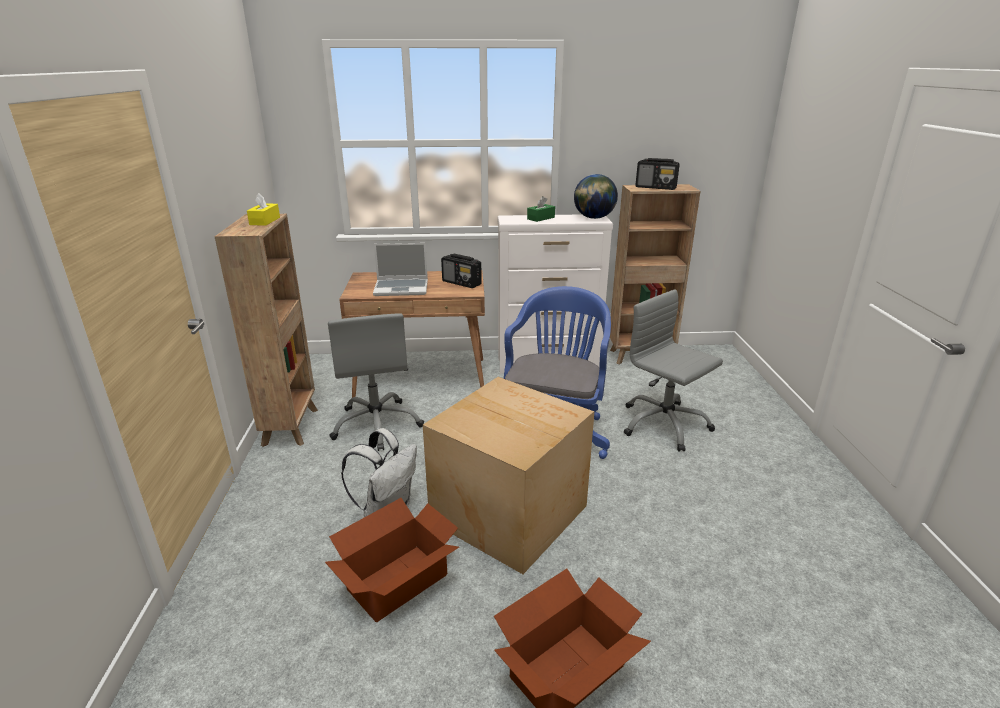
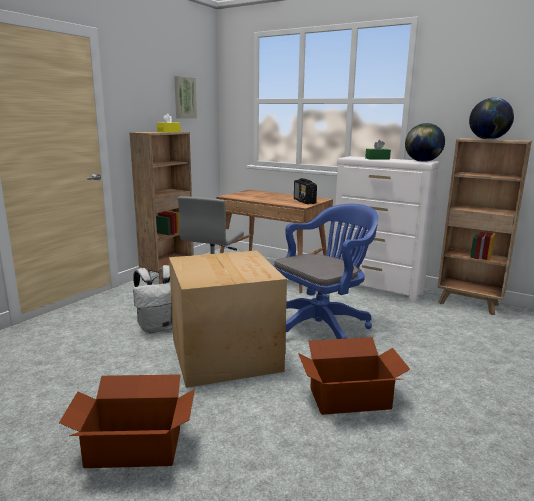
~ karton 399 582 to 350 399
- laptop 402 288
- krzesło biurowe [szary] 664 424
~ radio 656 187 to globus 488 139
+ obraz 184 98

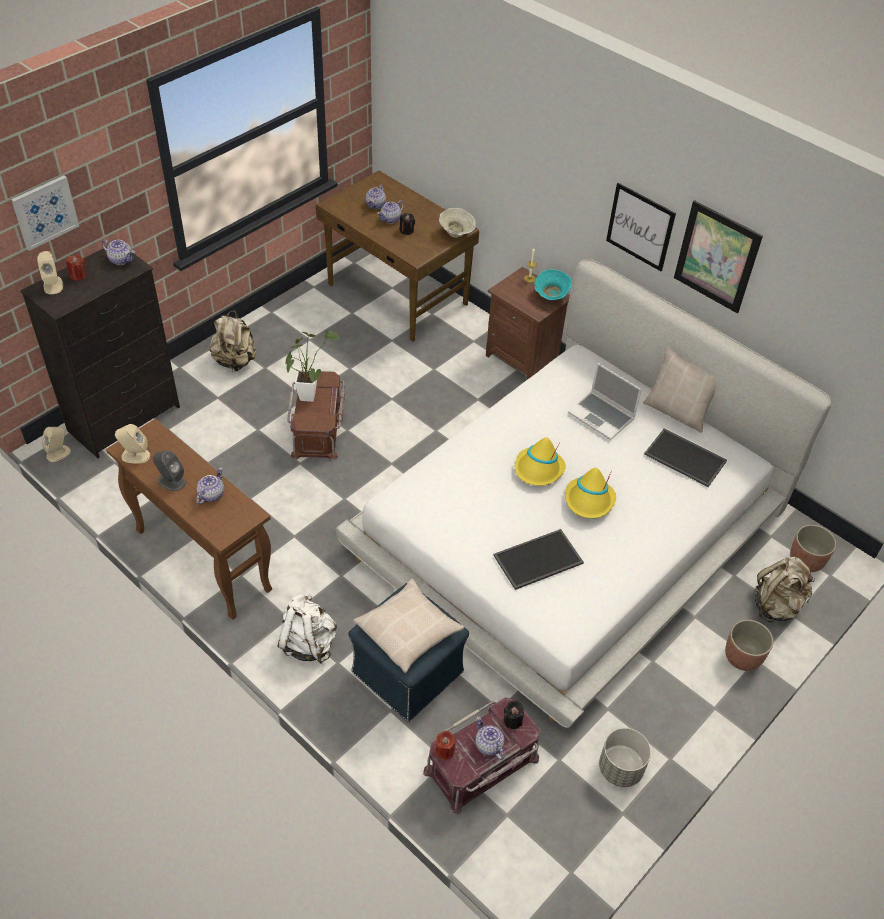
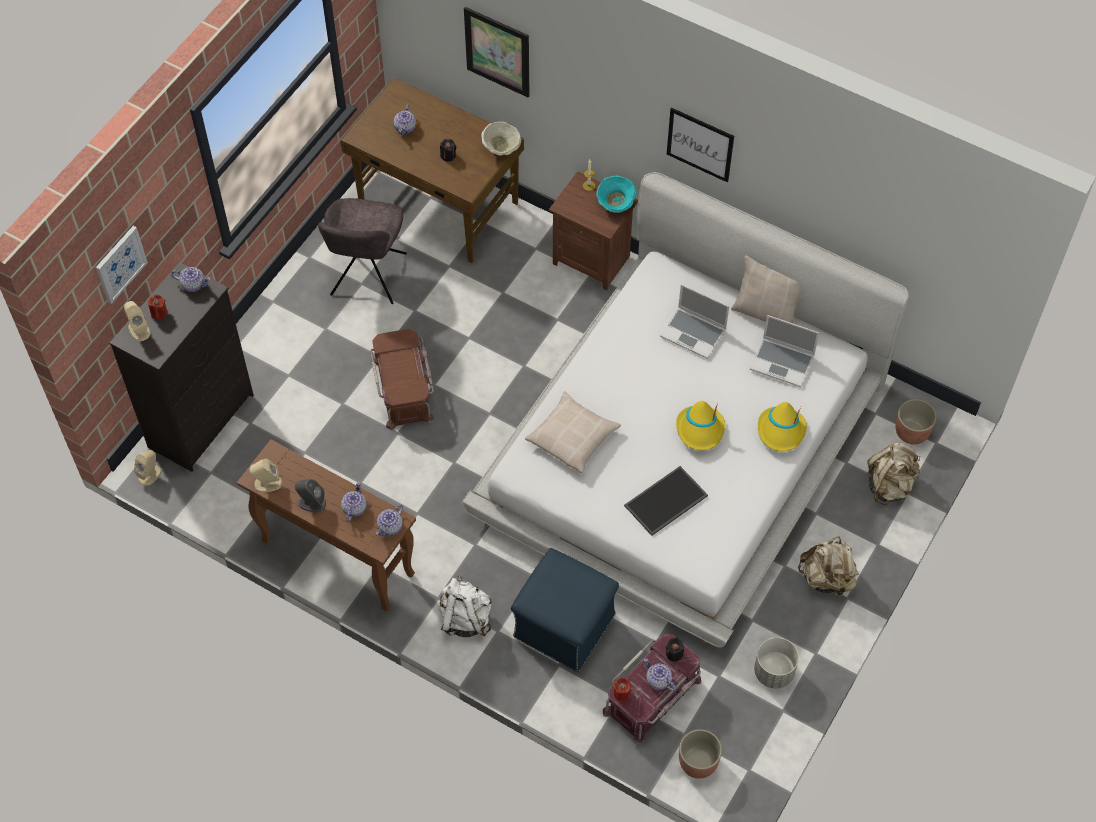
~ plecak [beżowy] 235 361 to 827 578
- roślina doniczkowa 308 393
~ poduszka [beżowy] 408 630 to 572 437
~ imbryk 390 219 to 390 527
~ kapelusz [żółty] 538 469 to 781 431
~ taca 686 457 to laptop 783 362
~ obraz 717 257 to 497 51
~ donica 742 657 to 698 762
+ krzesło [szary] 367 277

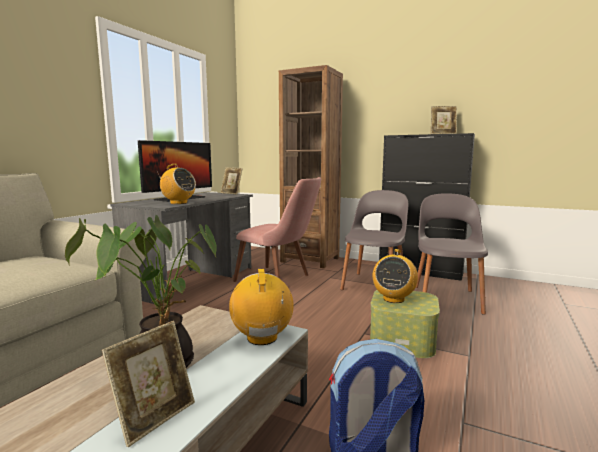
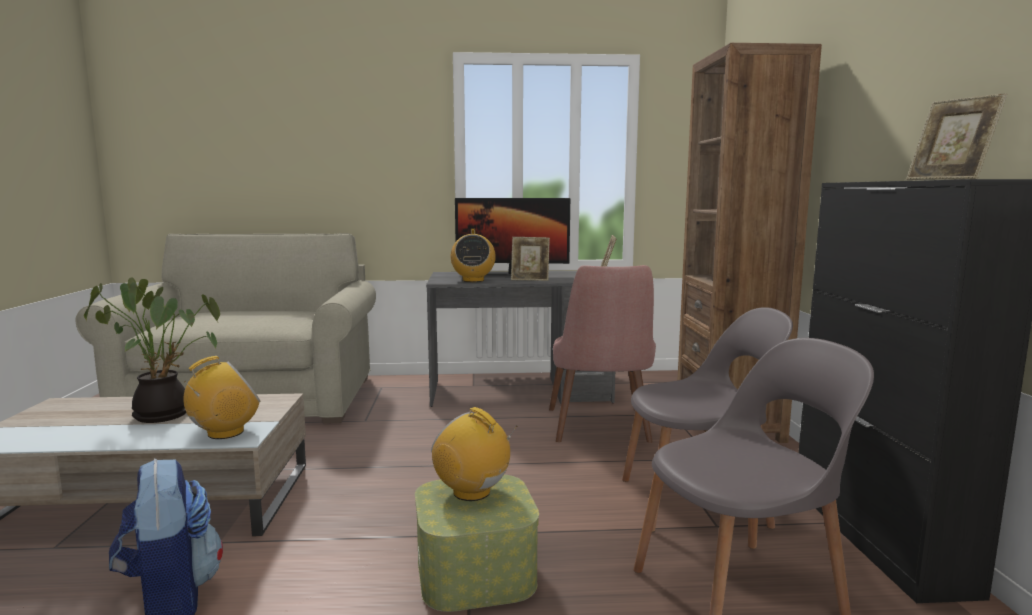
~ ramka na zdjęcie 155 417 to 530 279
~ radio 393 299 = 472 492 45 degrees clockwise

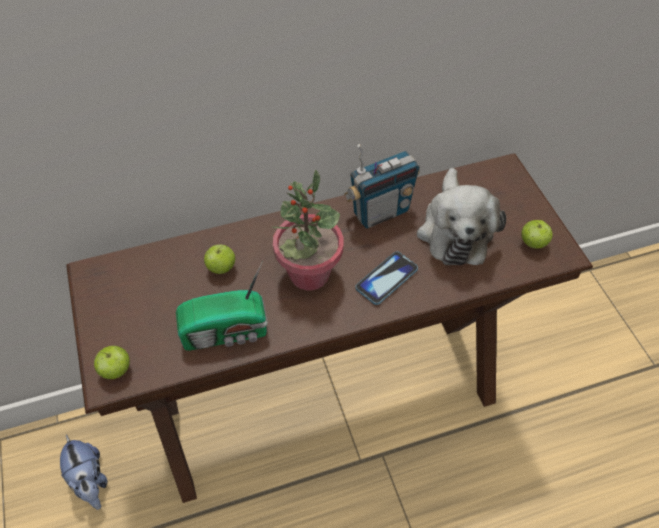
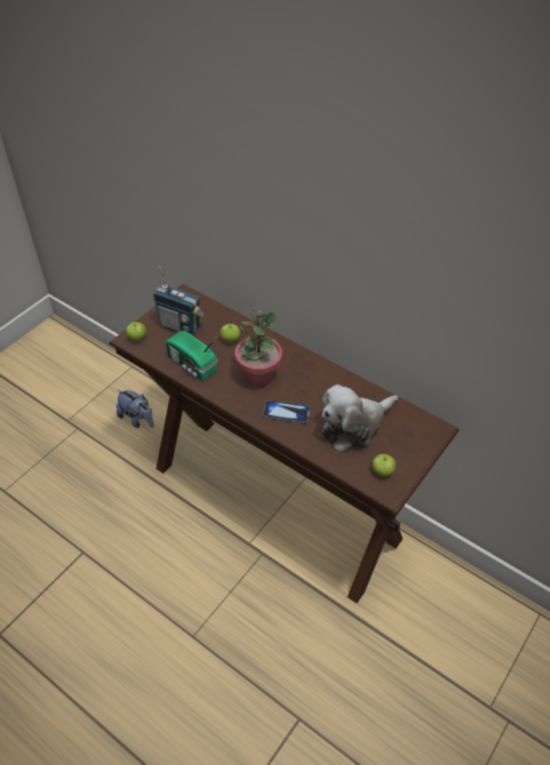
~ pluszak 90 481 = 137 419 75 degrees counterclockwise
~ radio 380 212 to 180 327

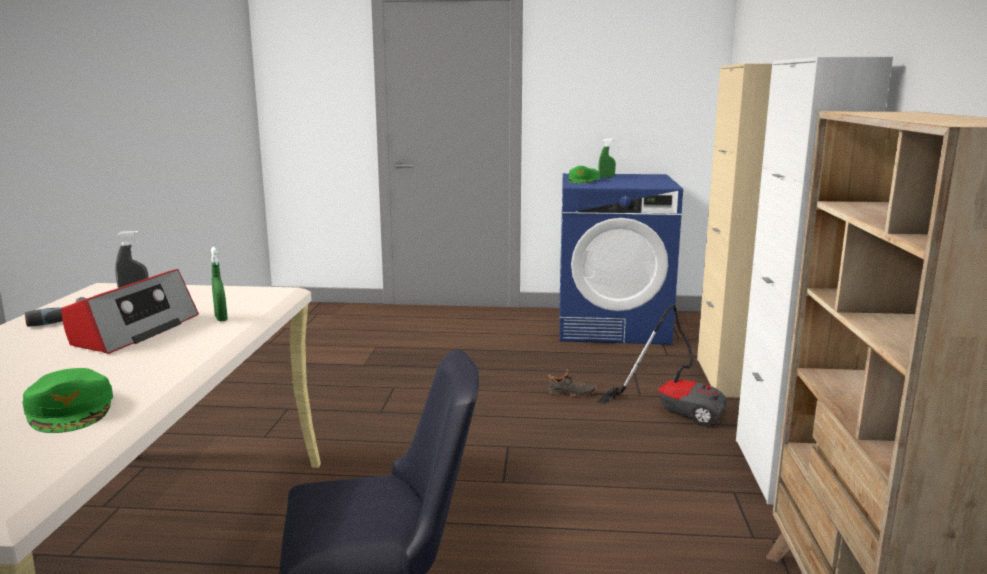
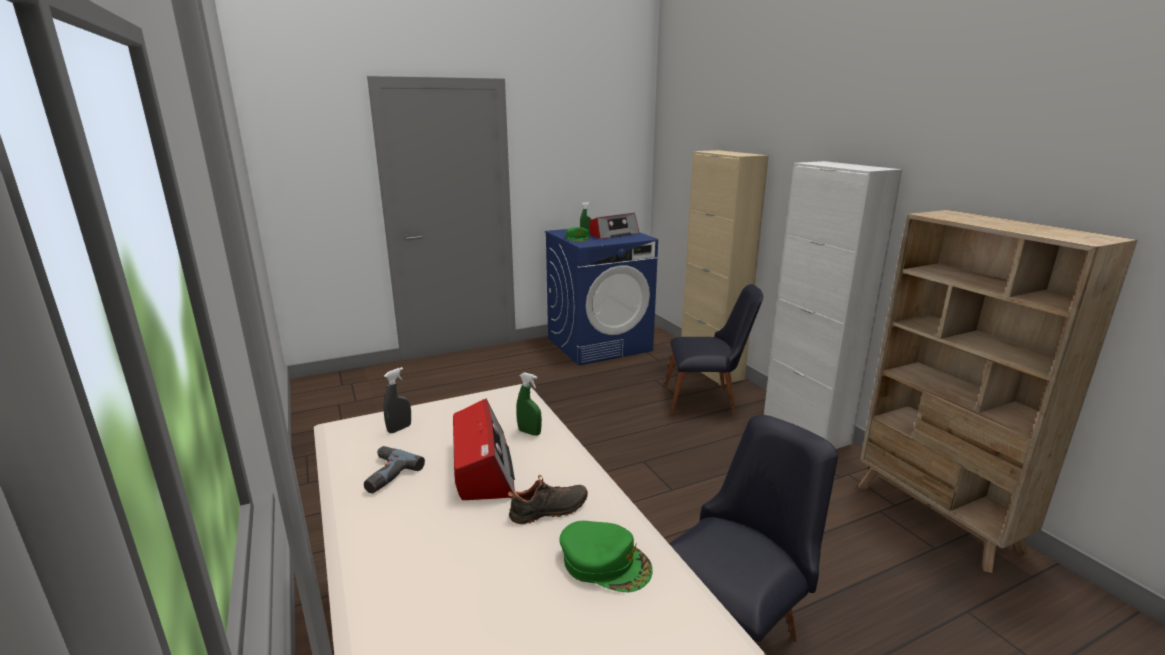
~ but [czarny] 571 394 to 549 511
~ odkurzacz 673 409 to krzesło [czarny] 707 401
+ radio 613 234

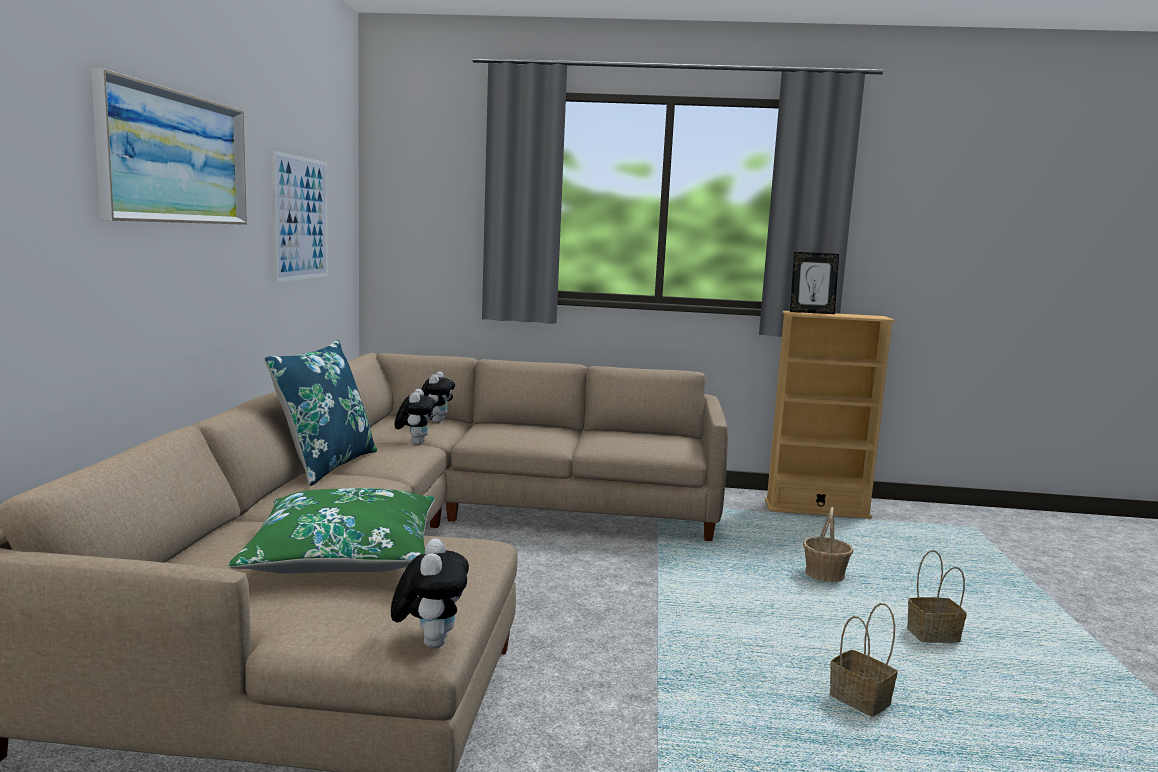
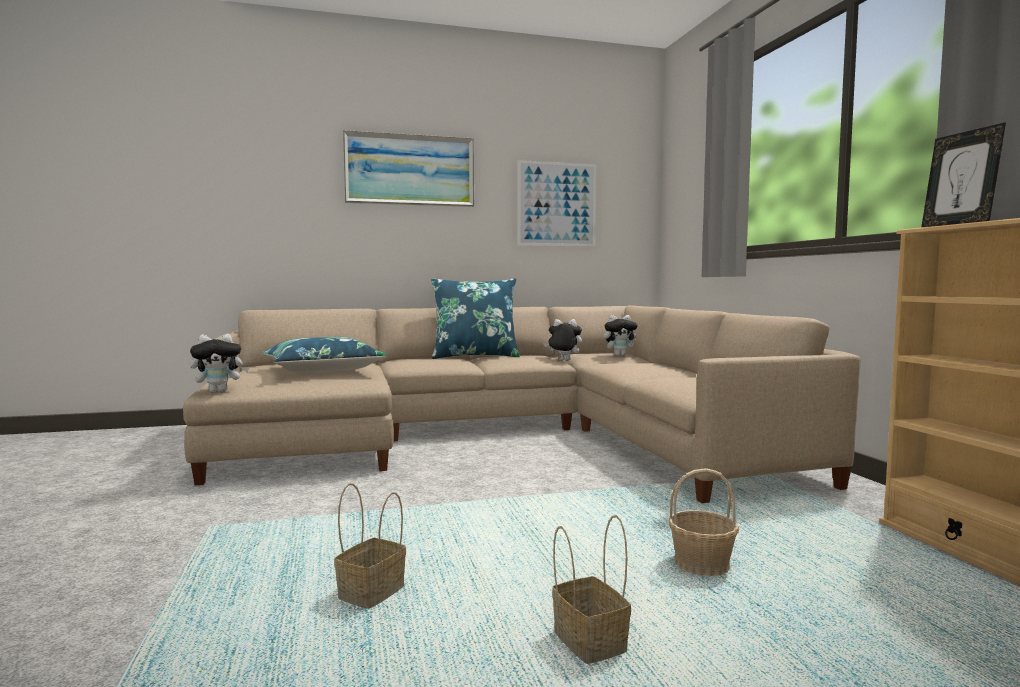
~ poduszka [zielony] 343 554 to poduszka [niebieski] 323 370
~ pluszak 415 443 = 563 361 150 degrees counterclockwise

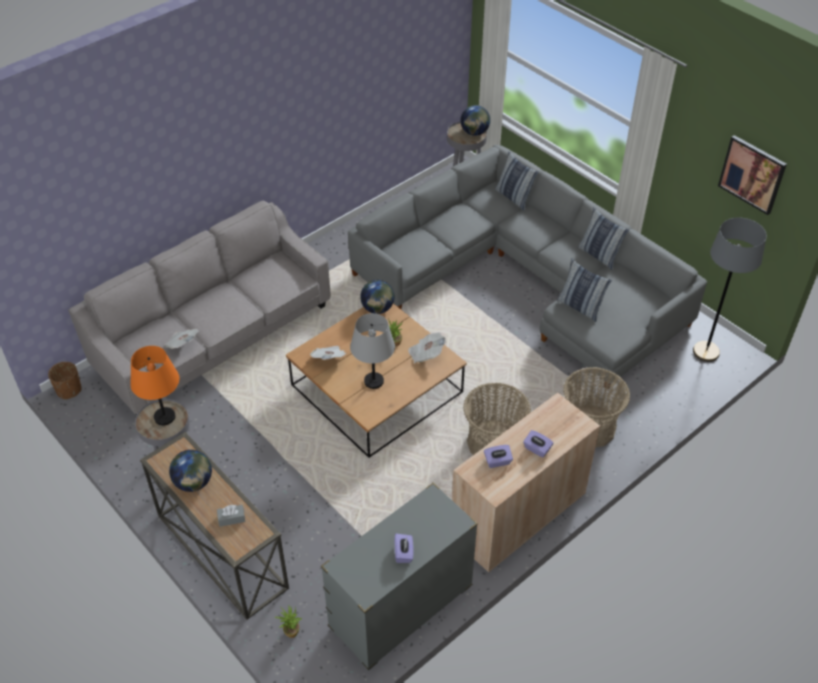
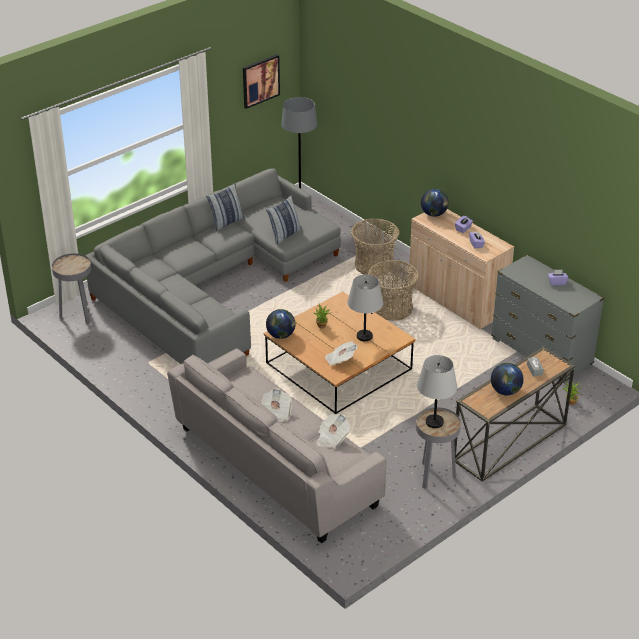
- donica [brązowy] 69 390
~ lampa stołowa [pomarańczowy] 164 417 to lampa stołowa [szary] 434 422
~ gazeta 426 354 to 276 414
~ globus 474 132 to 434 214
- poduszka 514 197

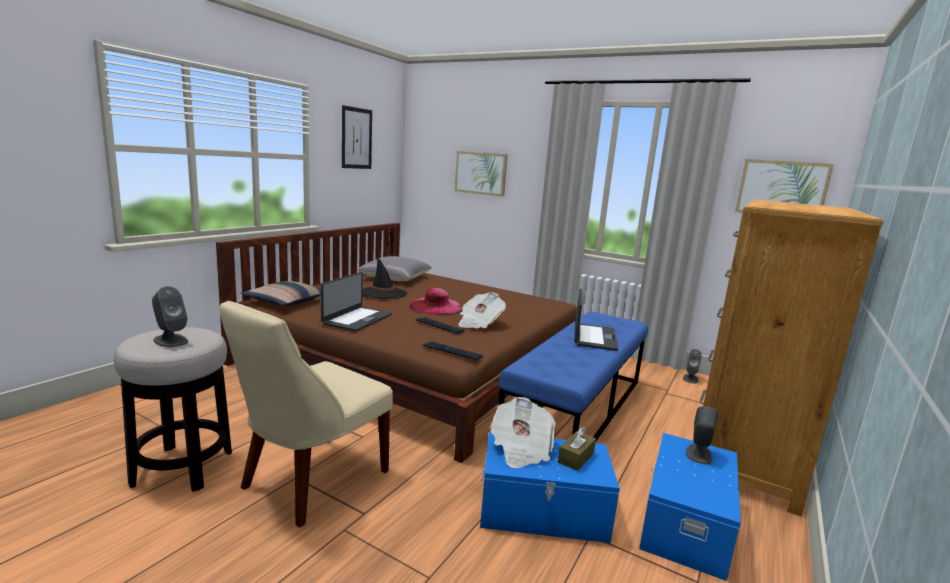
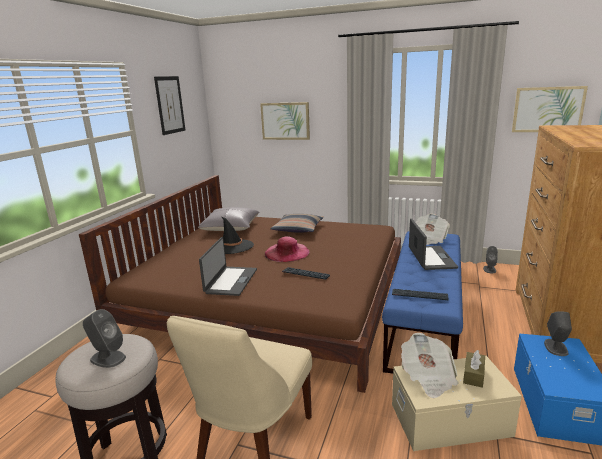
~ poduszka 286 301 to 298 229
~ klawiatura 452 352 to 419 295
~ gazeta 479 323 to 429 239
~ pojemnik do przechowywania [niebieski] 543 510 to pojemnik do przechowywania [beżowy] 451 420

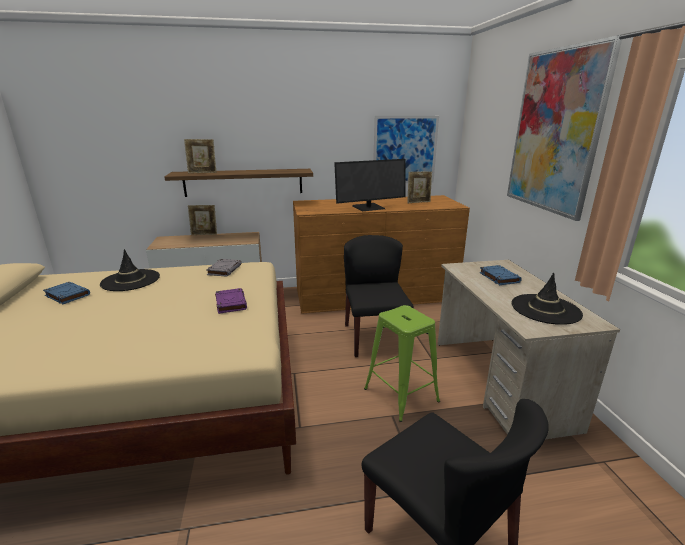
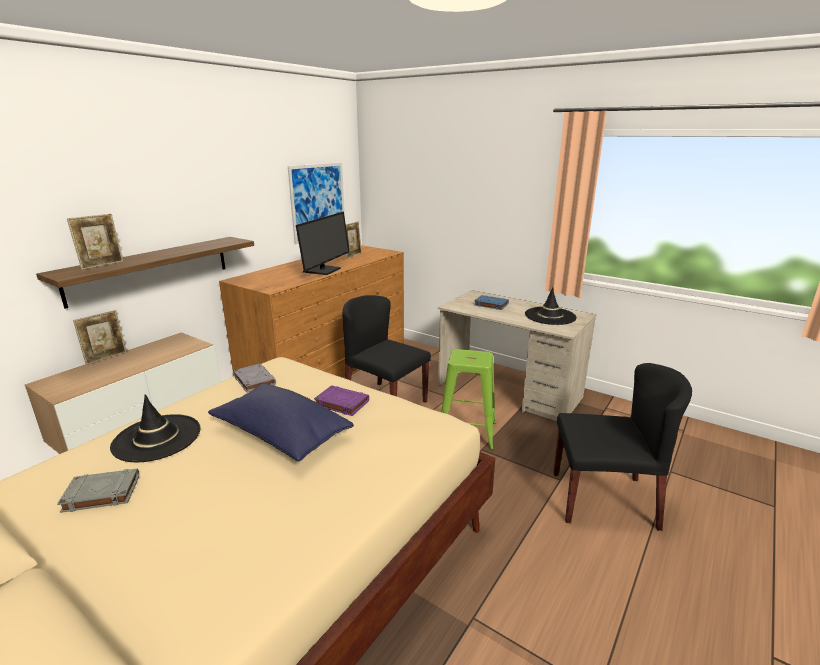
~ książka [niebieski] 67 295 to książka [szary] 101 494
- obraz 555 132
+ poduszka [niebieski] 281 435

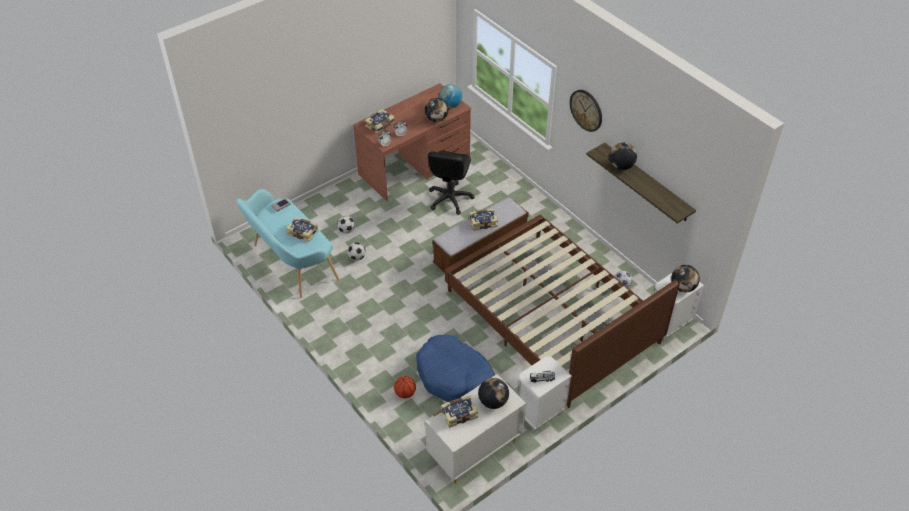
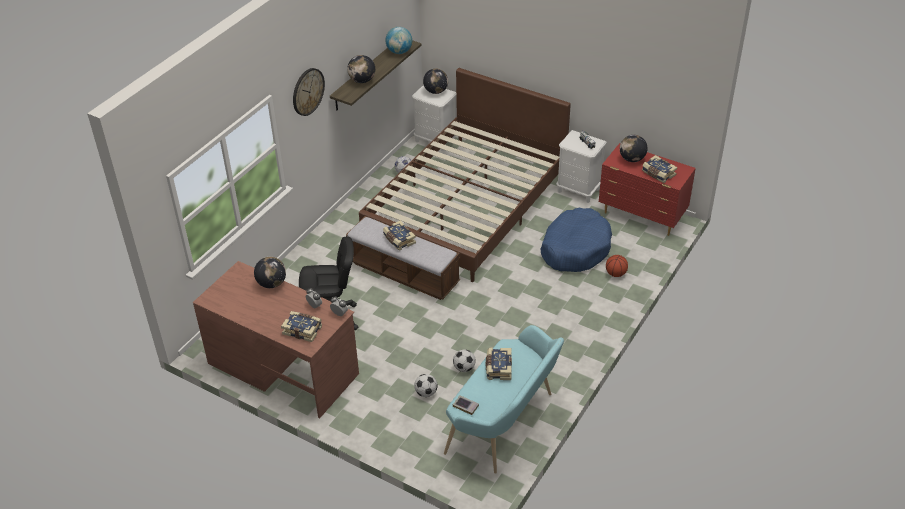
~ komoda [biały] 474 451 to komoda [czerwony] 642 216
~ globus 450 105 to 399 52

